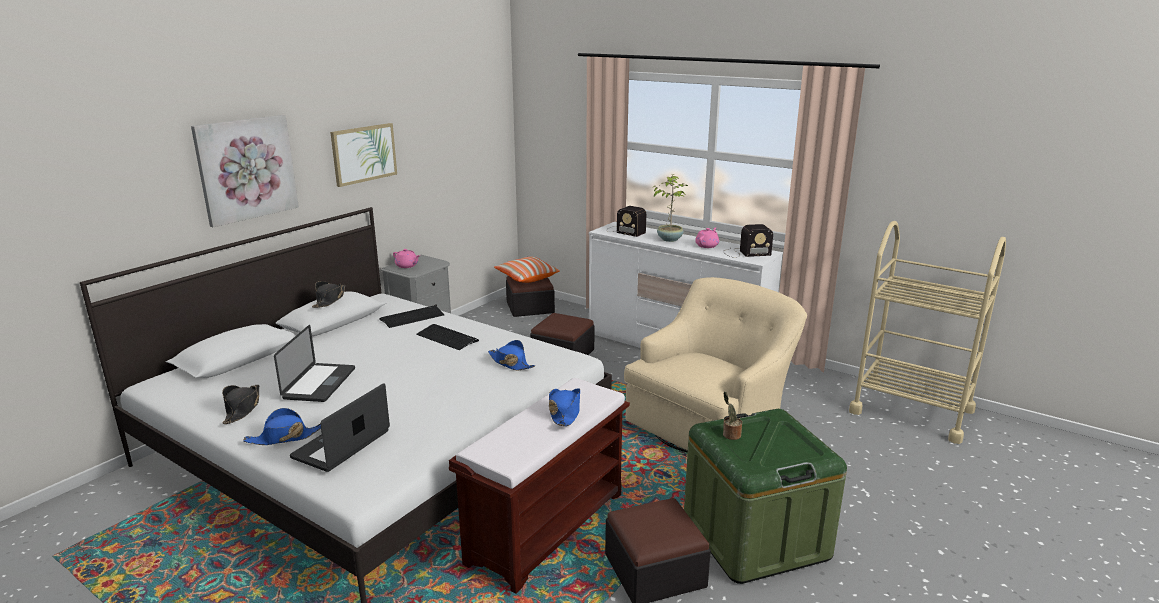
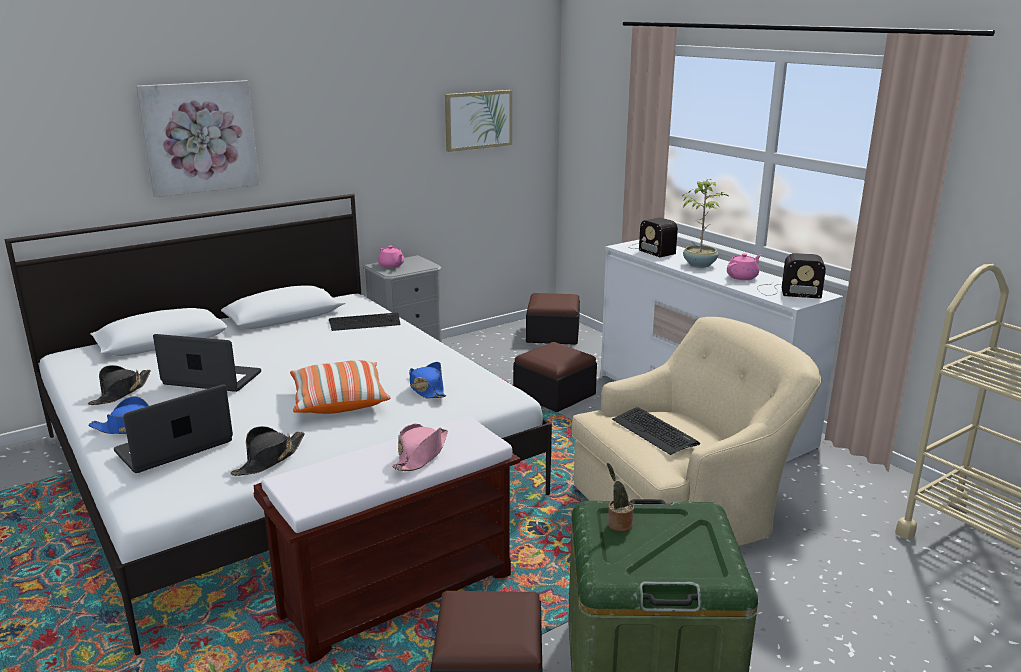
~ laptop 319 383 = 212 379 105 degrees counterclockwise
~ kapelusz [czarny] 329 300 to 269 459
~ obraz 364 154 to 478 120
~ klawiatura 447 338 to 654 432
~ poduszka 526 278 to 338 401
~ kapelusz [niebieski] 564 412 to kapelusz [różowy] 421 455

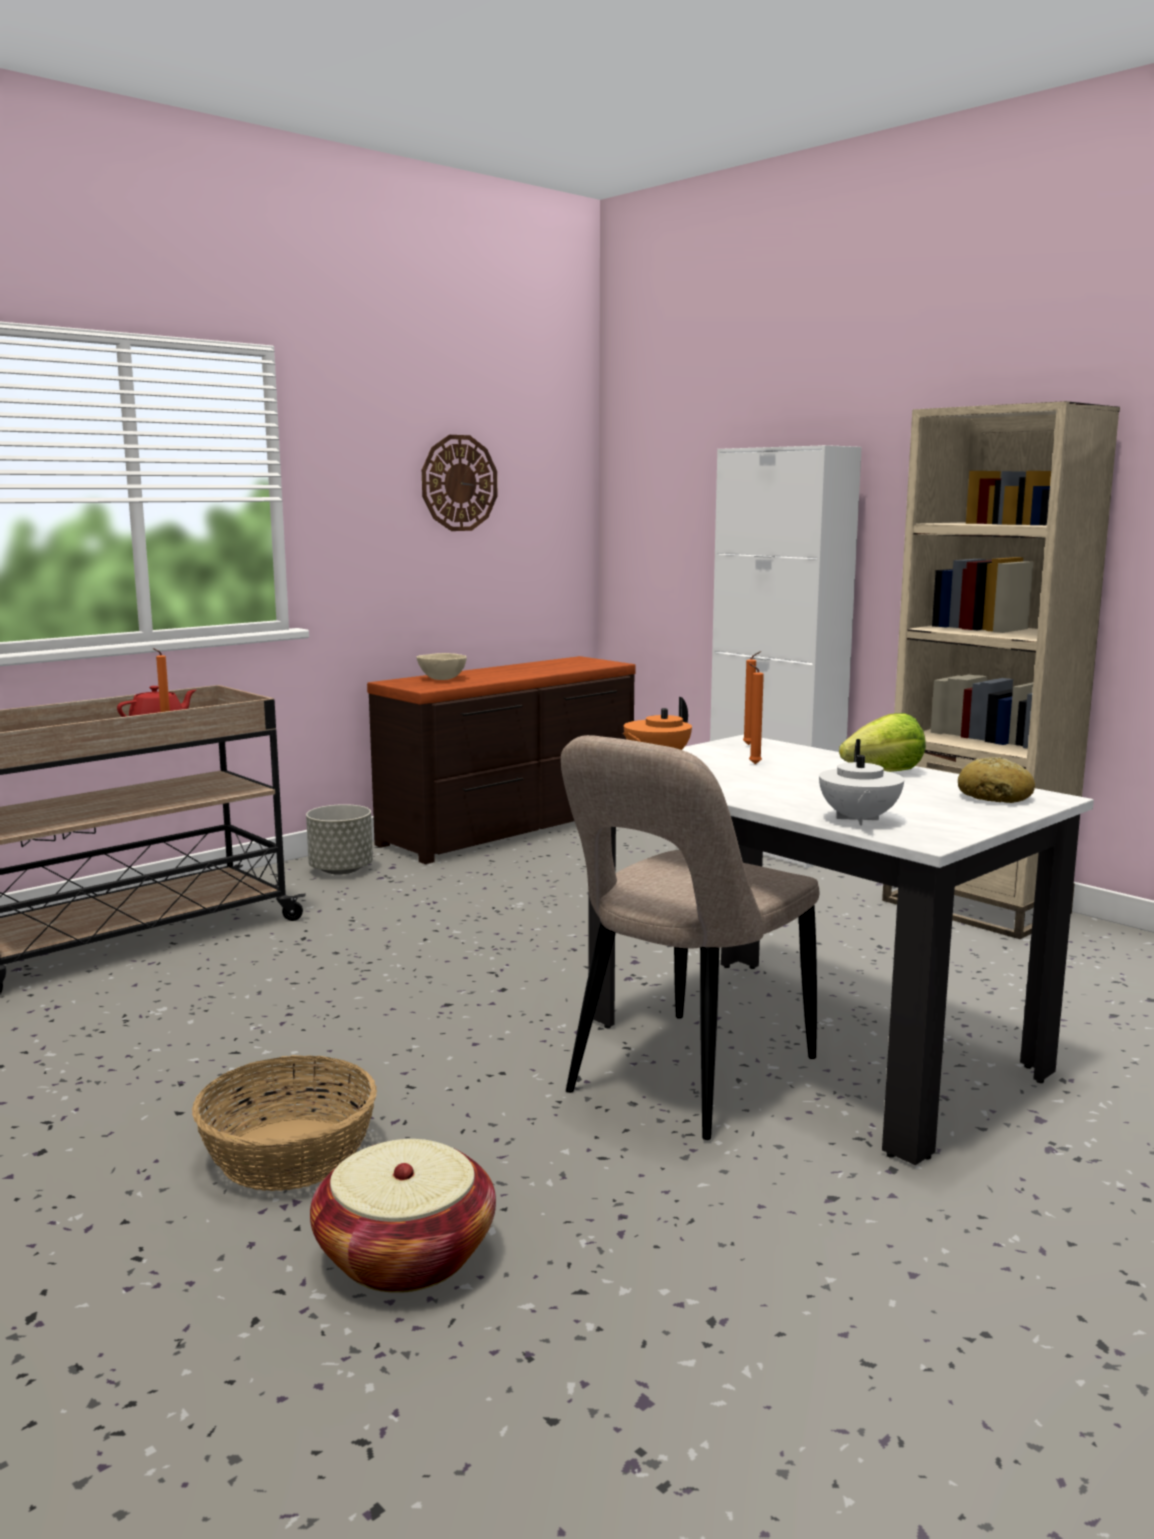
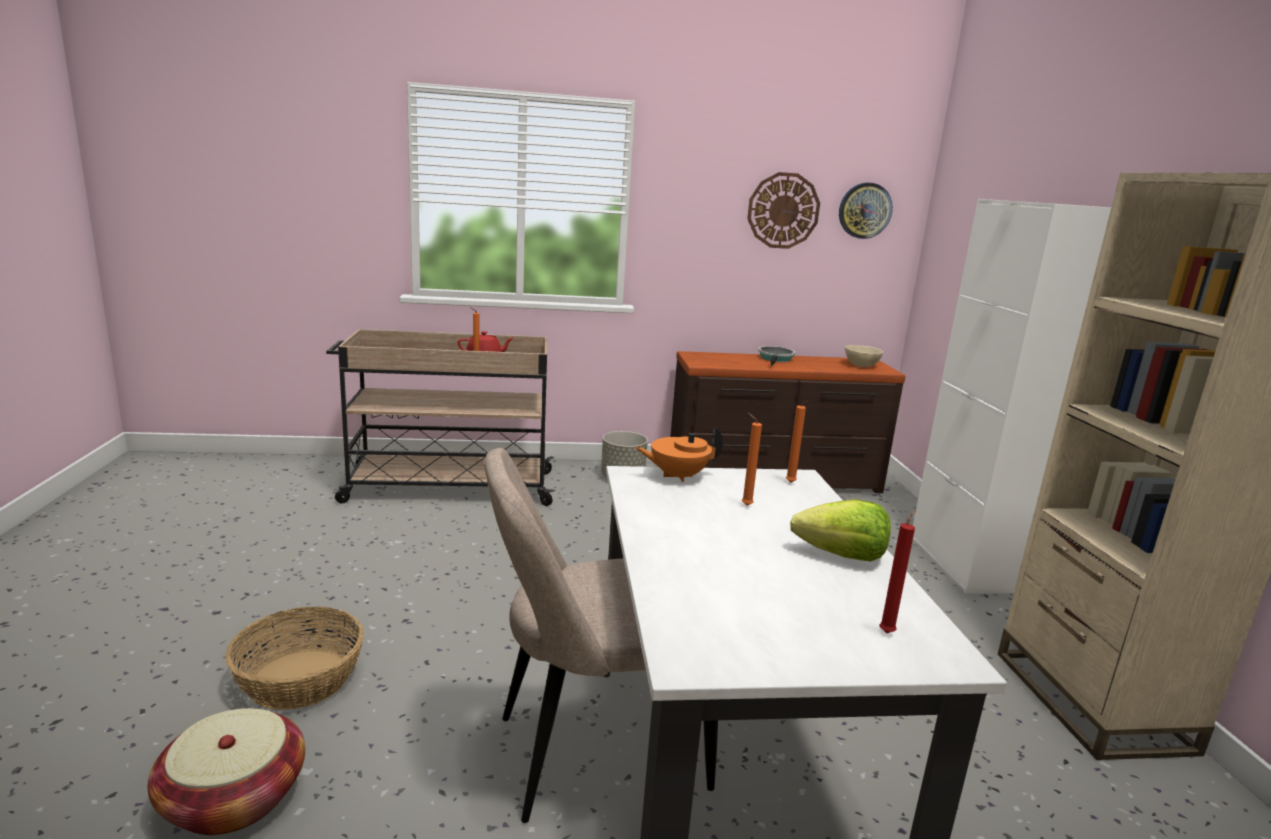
~ miska [beżowy] 441 679 to 860 365
- imbryk [biały] 858 819
~ chleb 995 797 to świeca [czerwony] 888 632
+ patelnia 776 359
+ zegar ścienny 864 210

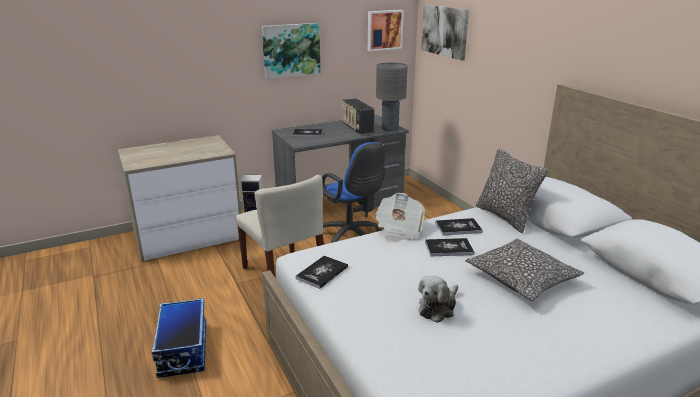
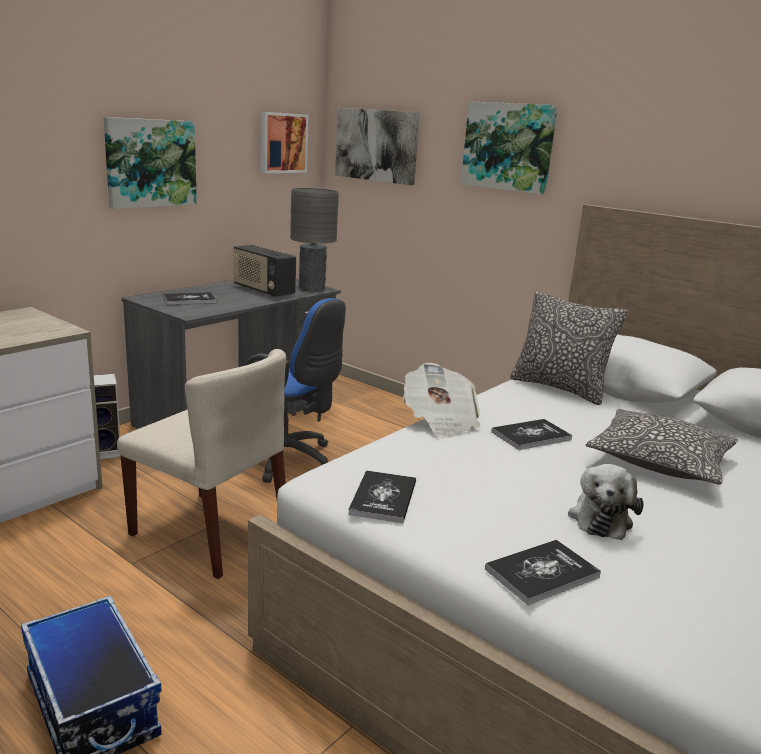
~ książka 458 227 to 542 573
+ obraz 508 147

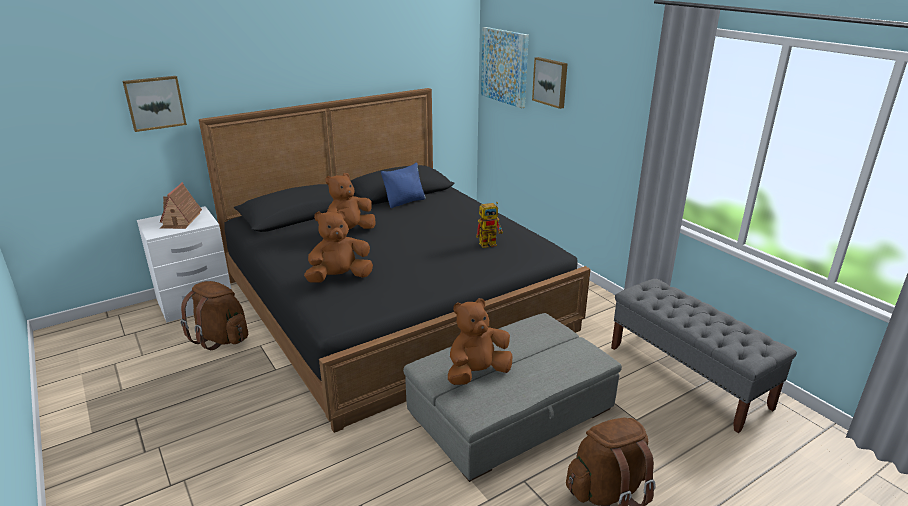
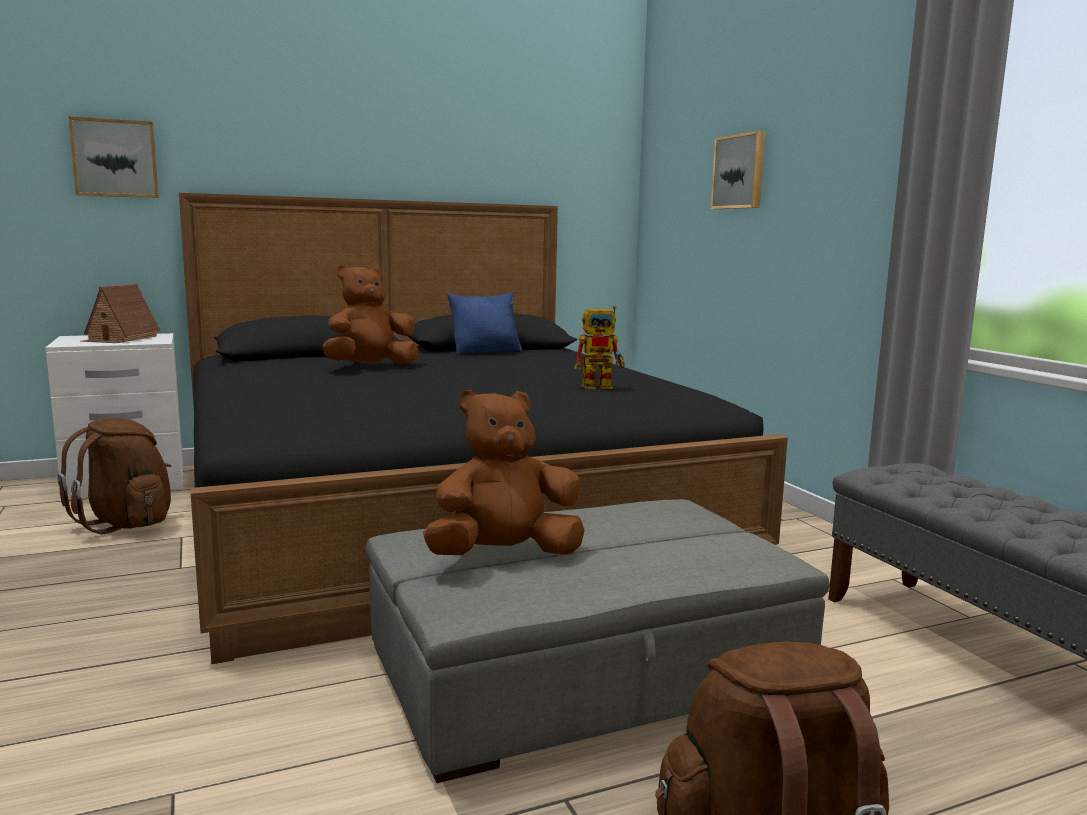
- pluszak [brązowy] 339 278
- obraz 505 66

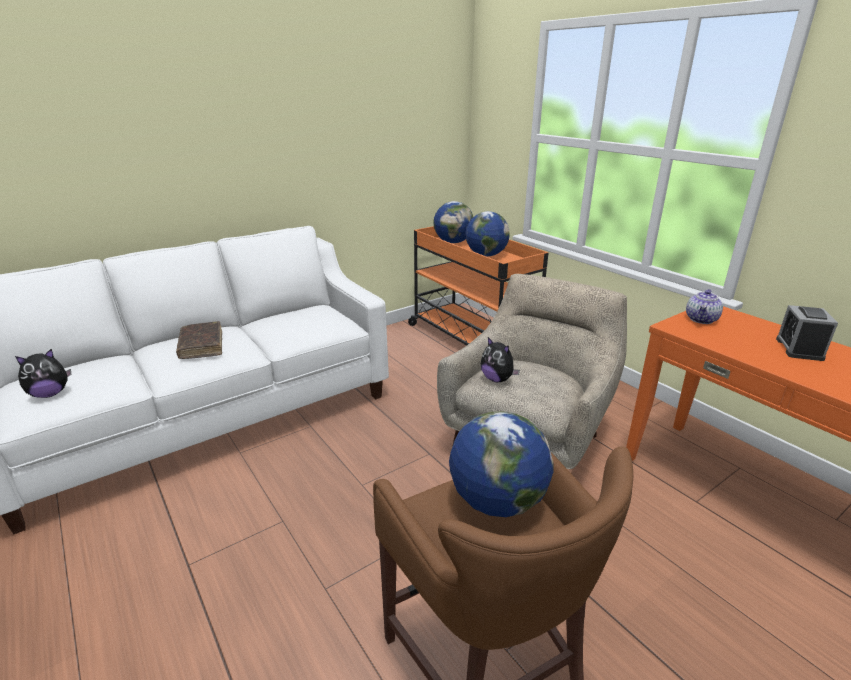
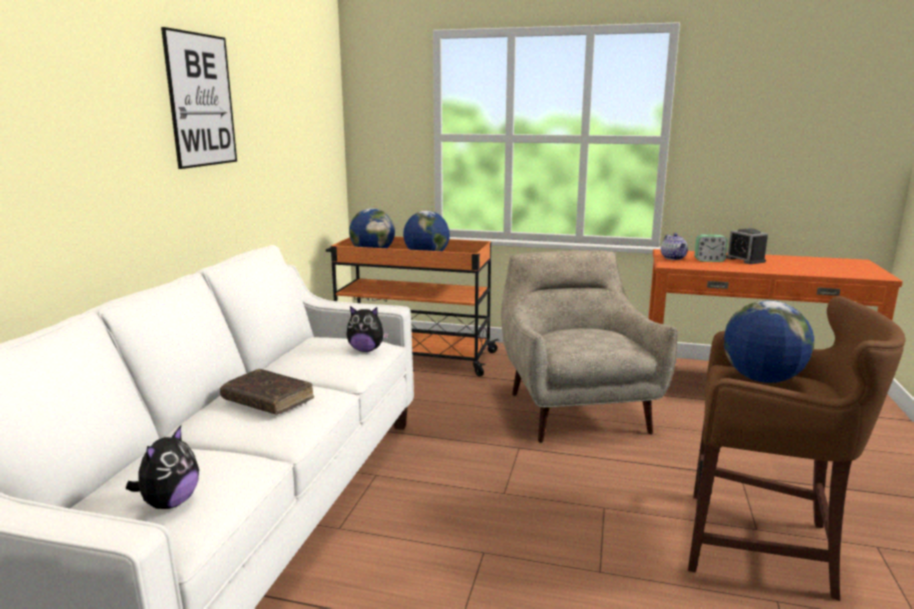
~ pluszak 497 379 to 366 350
+ obraz 201 100
+ budzik 709 260

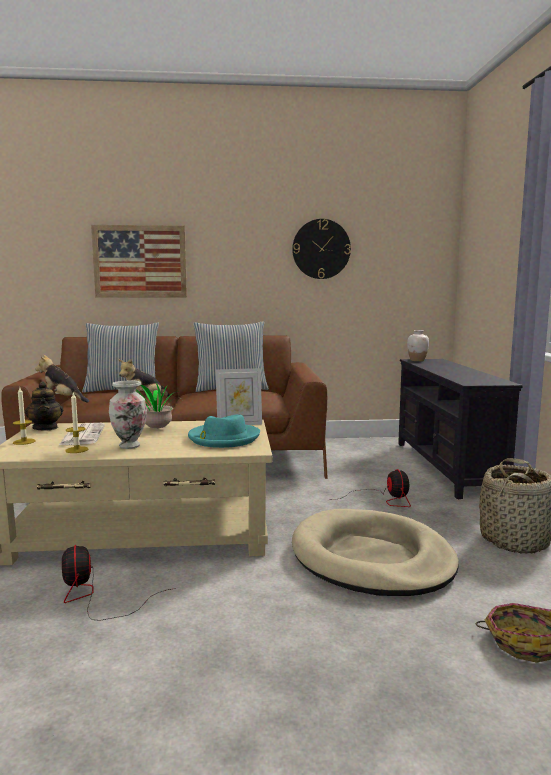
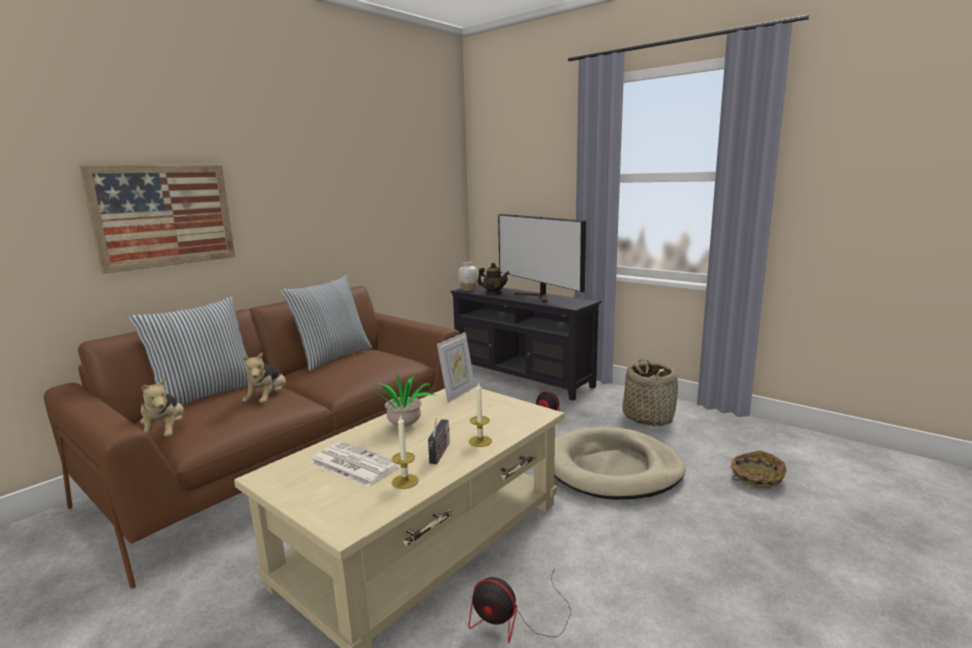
~ świeca 24 441 to 480 441
~ imbryk 45 428 to 493 294
~ pluszak 63 400 = 166 433 90 degrees counterclockwise
~ wazon 129 446 to radio 439 454
- kapelusz [turkusowy] 223 438
- zegar ścienny 321 249
+ telewizor 538 297

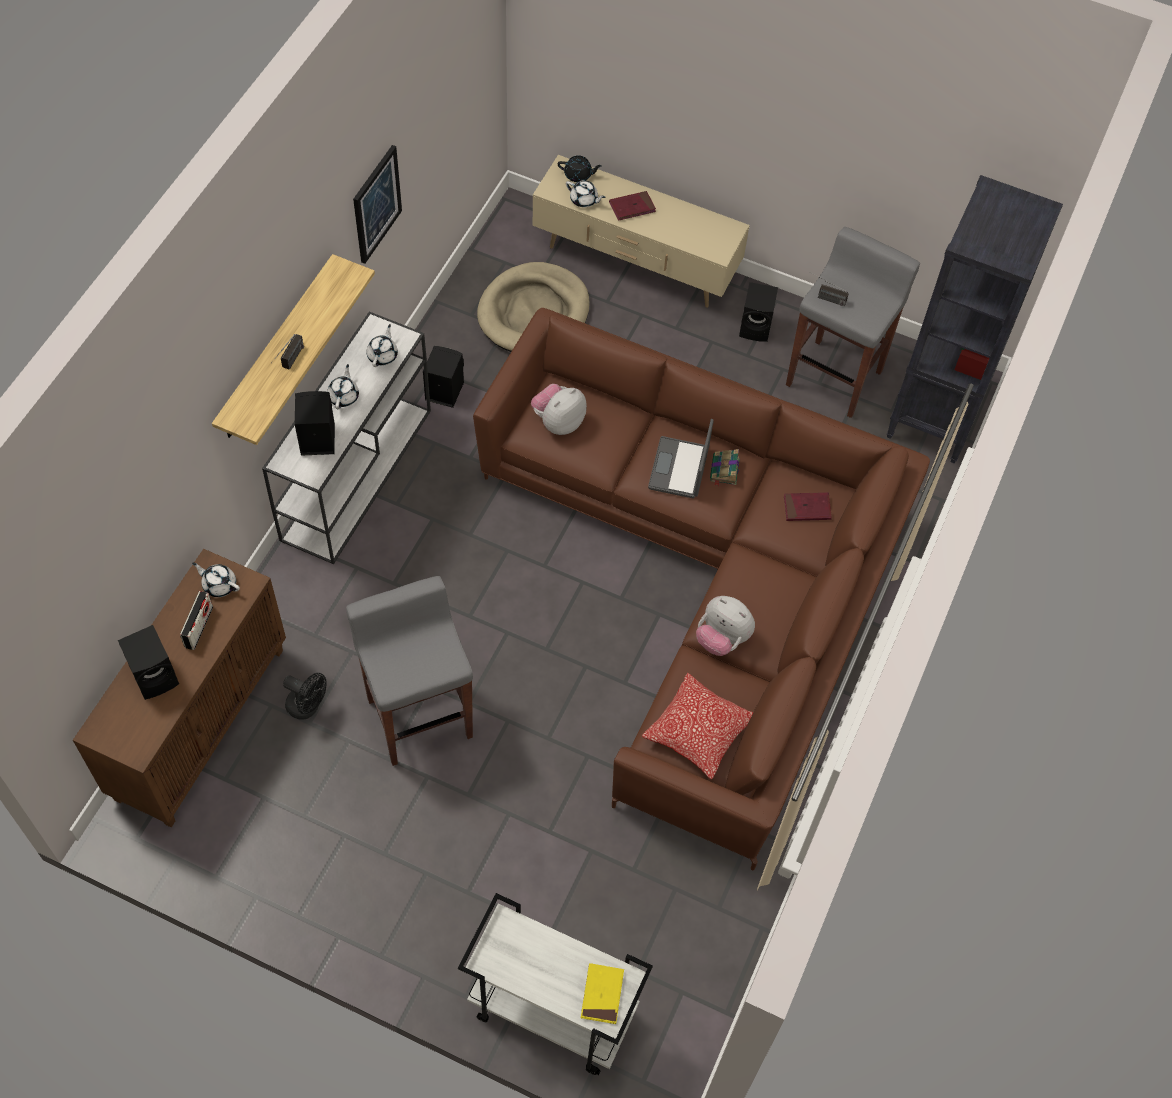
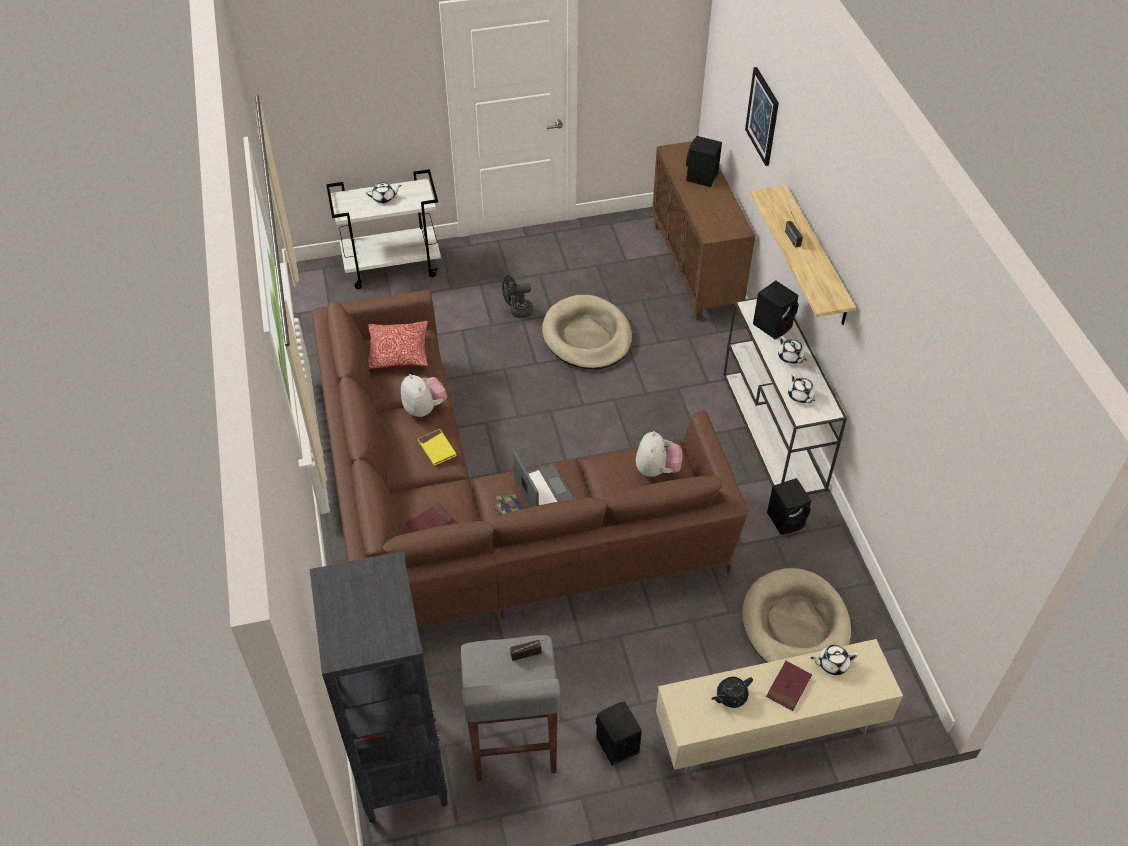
- radio 199 627
~ imbryk [biały] 219 584 to 384 198
~ wentylator [czarny] 307 707 to 517 311
~ stołek [szary] 419 716 to legowisko [beżowy] 587 336
~ obraz 376 204 to 762 116
~ imbryk [czarny] 578 175 to 730 696
~ książka [żółty] 602 994 to 437 449
~ pluszak 722 638 = 424 408 60 degrees clockwise

